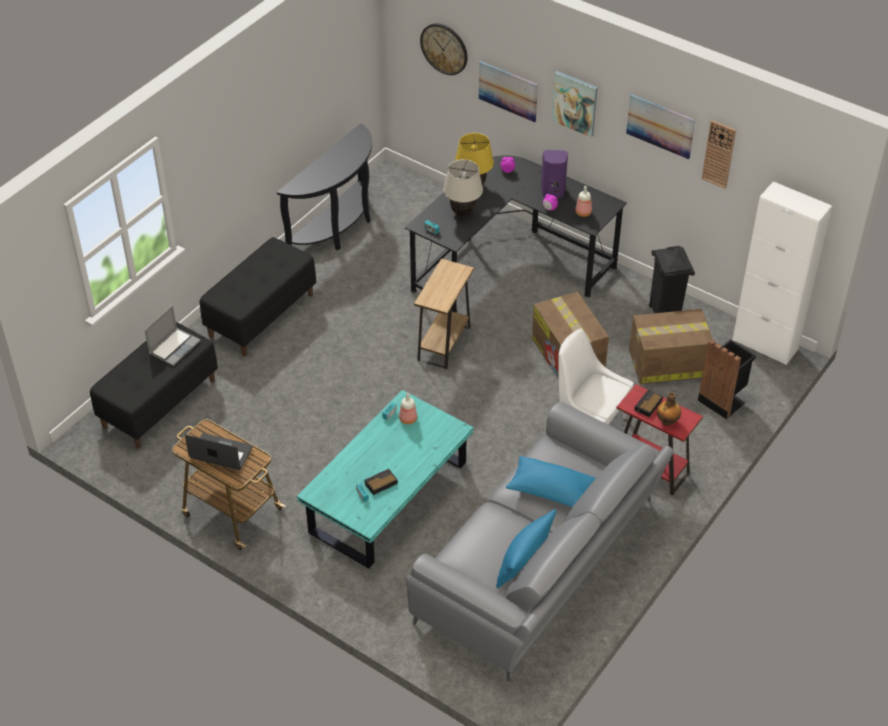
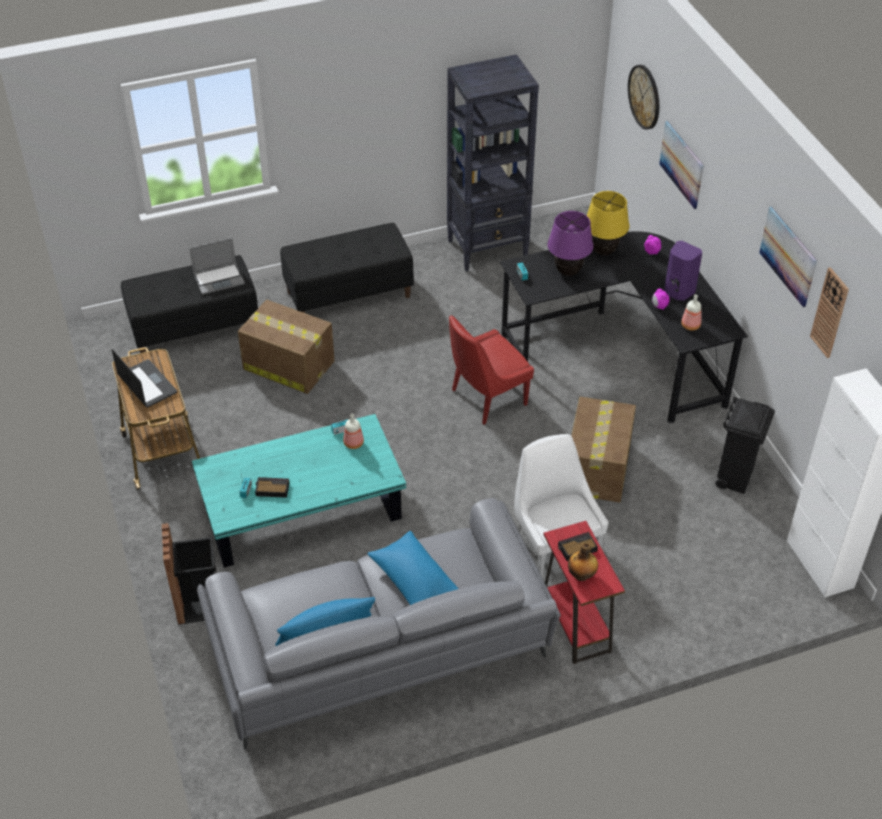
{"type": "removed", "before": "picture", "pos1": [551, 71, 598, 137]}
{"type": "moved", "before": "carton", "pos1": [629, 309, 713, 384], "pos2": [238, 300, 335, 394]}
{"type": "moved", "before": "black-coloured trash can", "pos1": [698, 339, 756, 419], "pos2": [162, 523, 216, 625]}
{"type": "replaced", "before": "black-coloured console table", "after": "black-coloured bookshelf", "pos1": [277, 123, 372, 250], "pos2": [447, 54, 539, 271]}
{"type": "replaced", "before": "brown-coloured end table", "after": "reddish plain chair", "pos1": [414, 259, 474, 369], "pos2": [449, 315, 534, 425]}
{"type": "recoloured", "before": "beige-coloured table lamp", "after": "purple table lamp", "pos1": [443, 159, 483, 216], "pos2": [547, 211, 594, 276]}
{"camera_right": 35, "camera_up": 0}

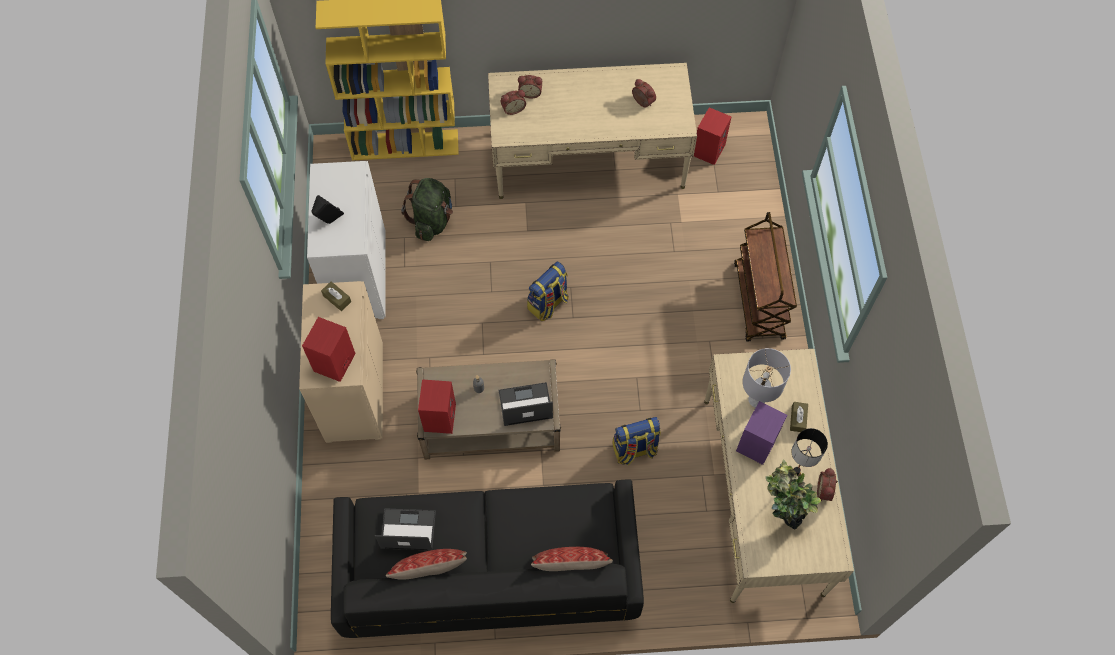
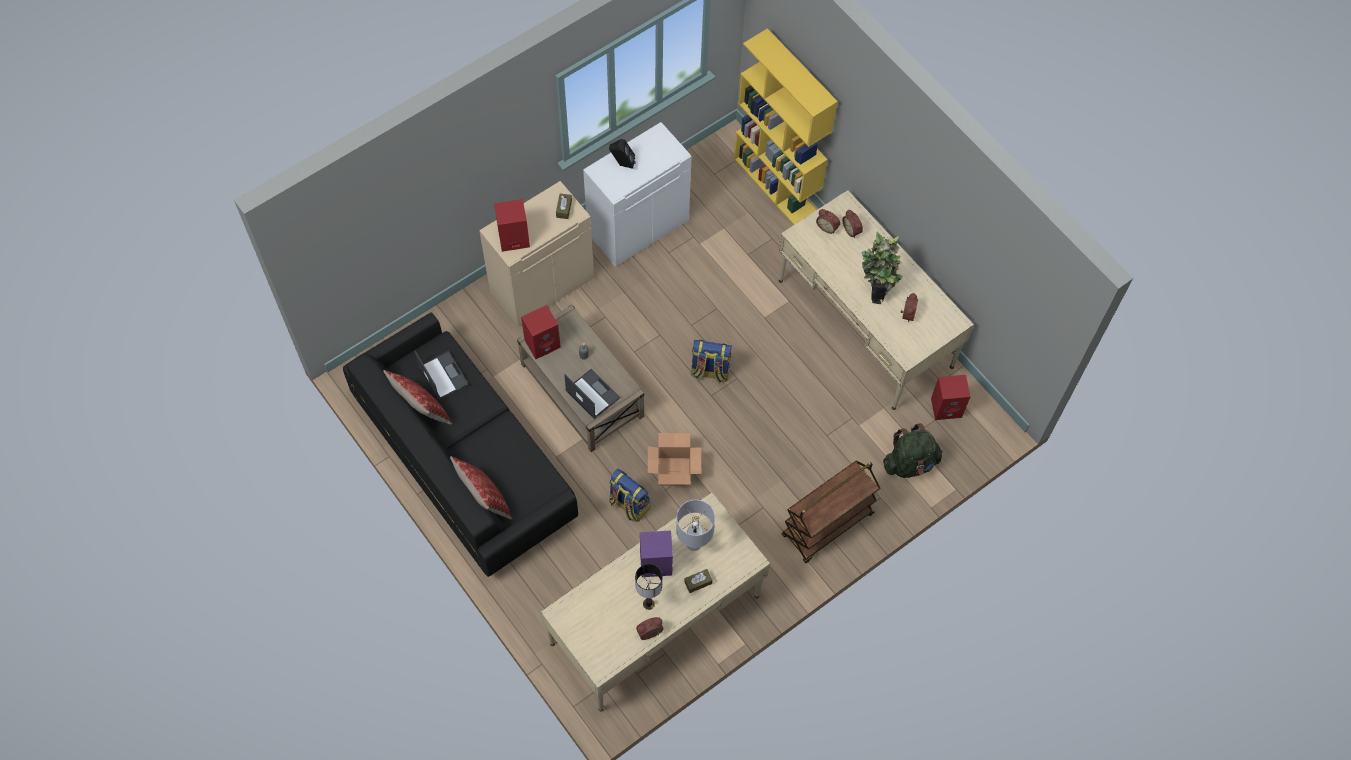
{"type": "added", "after": "carton", "pos2": [648, 433, 701, 486]}
{"type": "moved", "before": "green-coloured backpack", "pos1": [401, 178, 453, 241], "pos2": [883, 423, 943, 478]}
{"type": "moved", "before": "plant in a pot", "pos1": [765, 459, 821, 529], "pos2": [862, 232, 903, 304]}
{"camera_right": 55, "camera_up": 0}

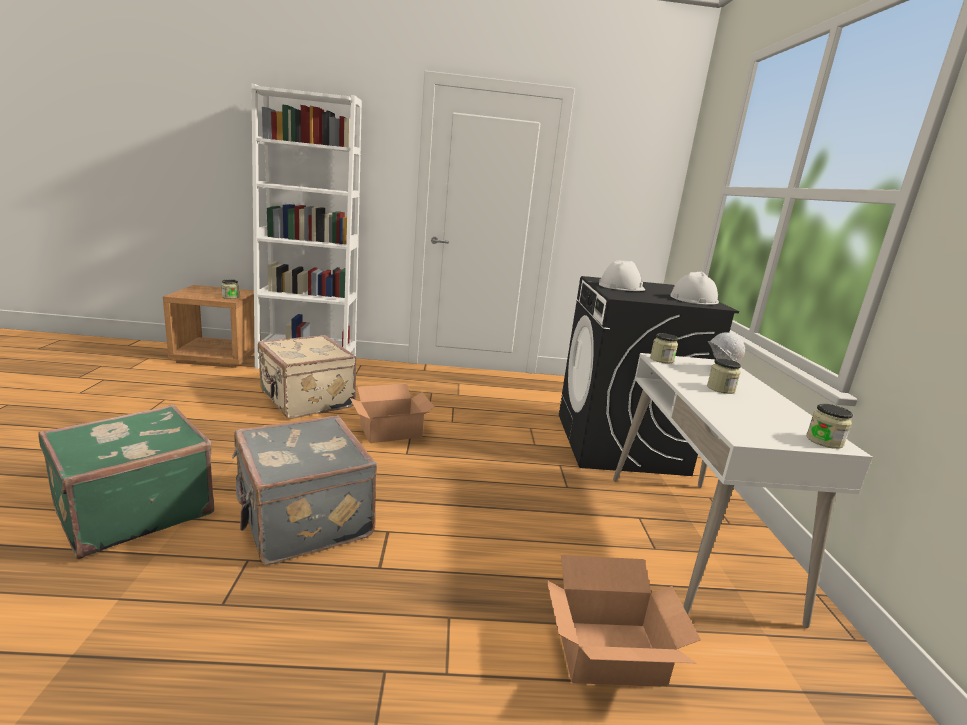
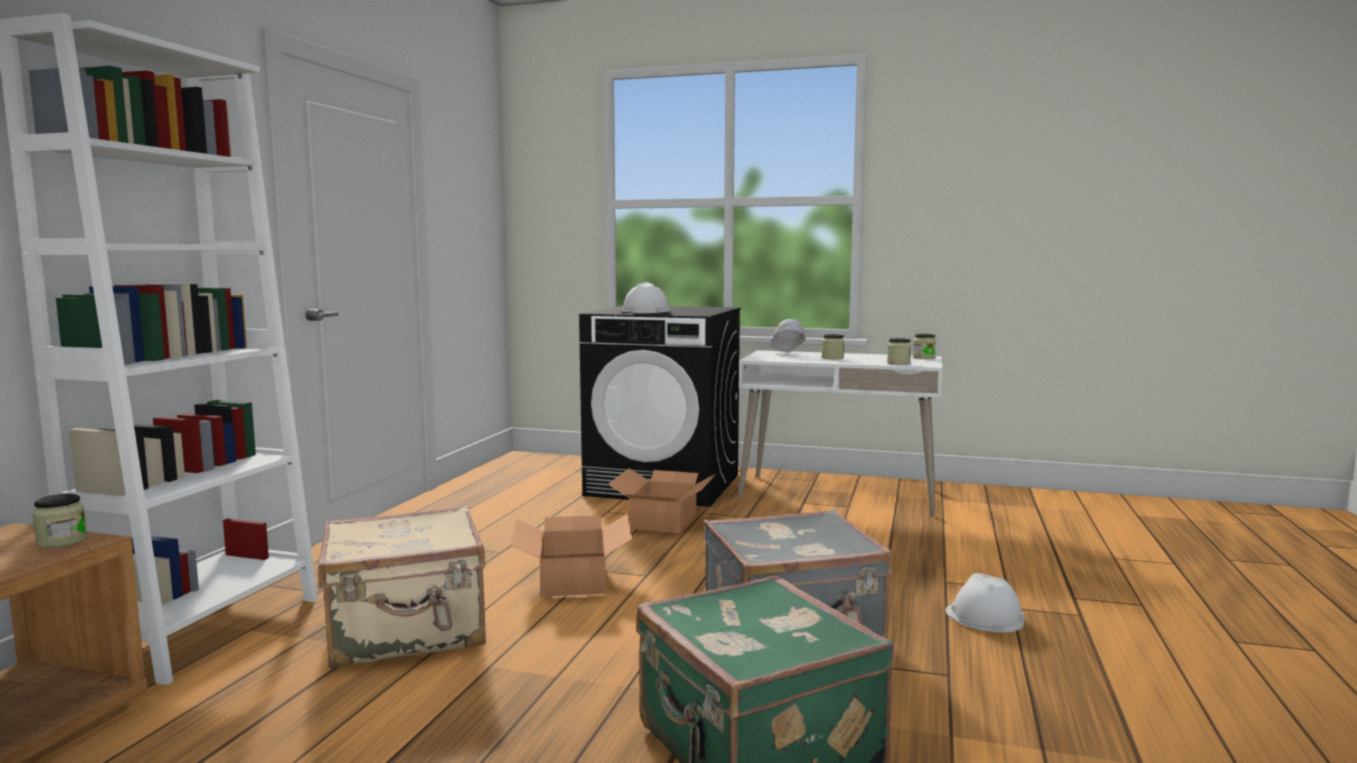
{"type": "moved", "before": "carton", "pos1": [547, 555, 701, 686], "pos2": [607, 468, 717, 533]}
{"type": "moved", "before": "jar", "pos1": [650, 333, 678, 364], "pos2": [887, 338, 911, 365]}
{"type": "moved", "before": "white-coloured work helmet", "pos1": [670, 272, 719, 305], "pos2": [945, 573, 1024, 633]}
{"camera_right": -70, "camera_up": -10}

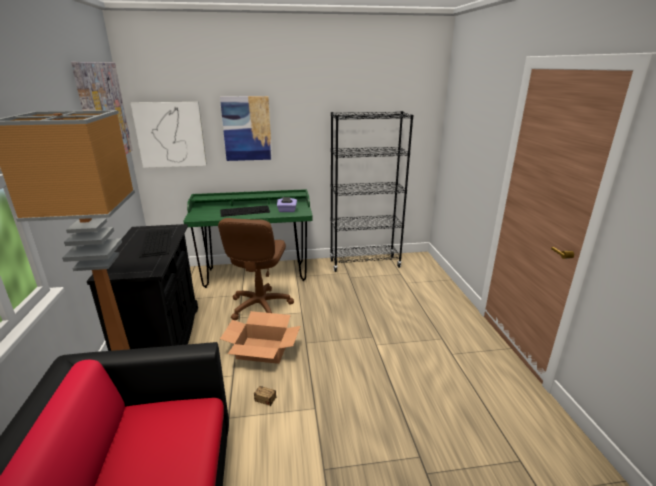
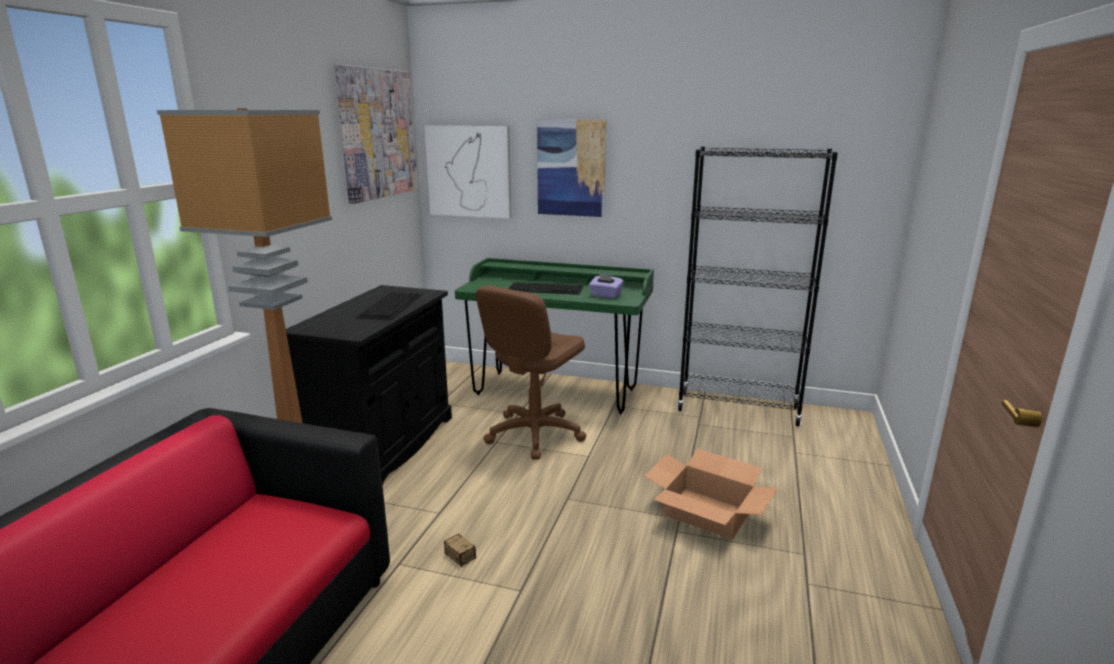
{"type": "moved", "before": "carton", "pos1": [220, 311, 300, 364], "pos2": [645, 449, 778, 540]}
{"camera_right": 25, "camera_up": -5}

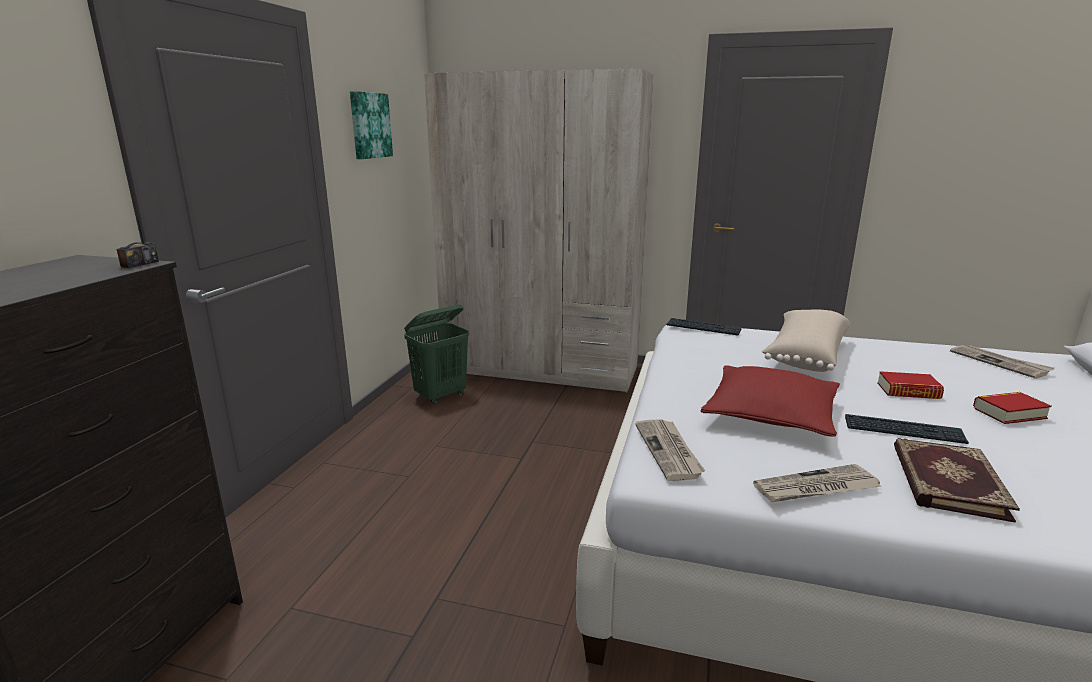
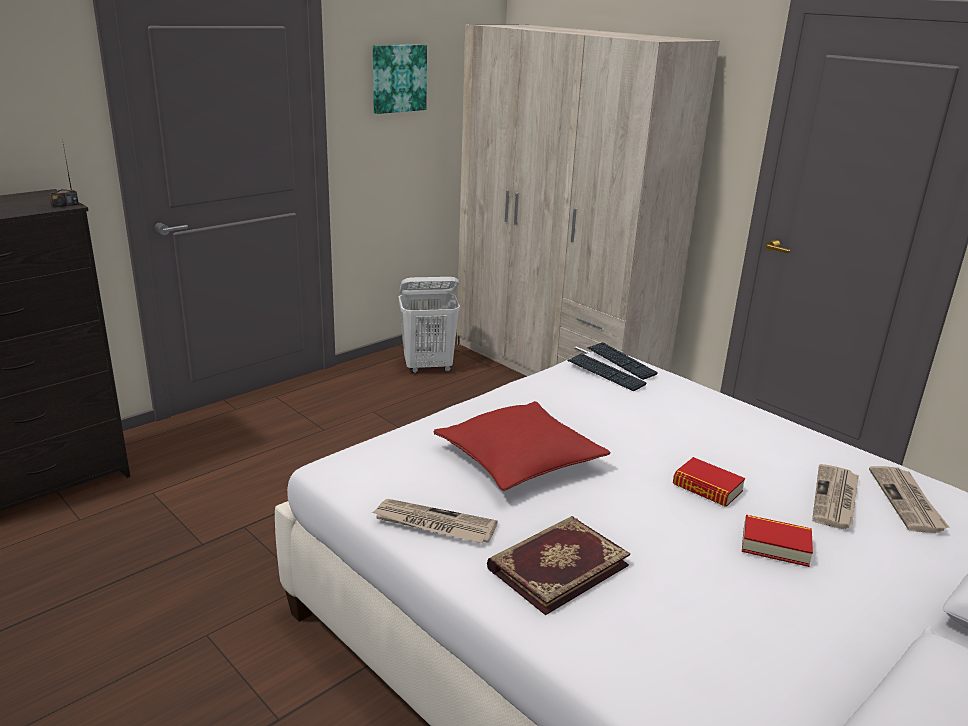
{"type": "removed", "before": "beige-coloured pillow", "pos1": [762, 310, 851, 372]}
{"type": "moved", "before": "daily paper", "pos1": [635, 419, 705, 481], "pos2": [812, 464, 859, 529]}
{"type": "moved", "before": "computer keyboard", "pos1": [845, 414, 969, 444], "pos2": [568, 353, 647, 391]}
{"type": "recoloured", "before": "green-coloured washing basket", "after": "white-coloured washing basket", "pos1": [404, 305, 469, 404], "pos2": [398, 277, 460, 373]}
{"camera_right": 30, "camera_up": 5}

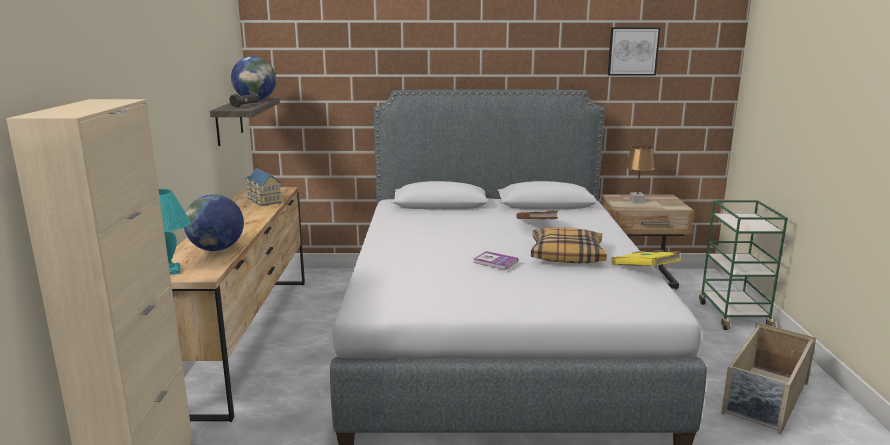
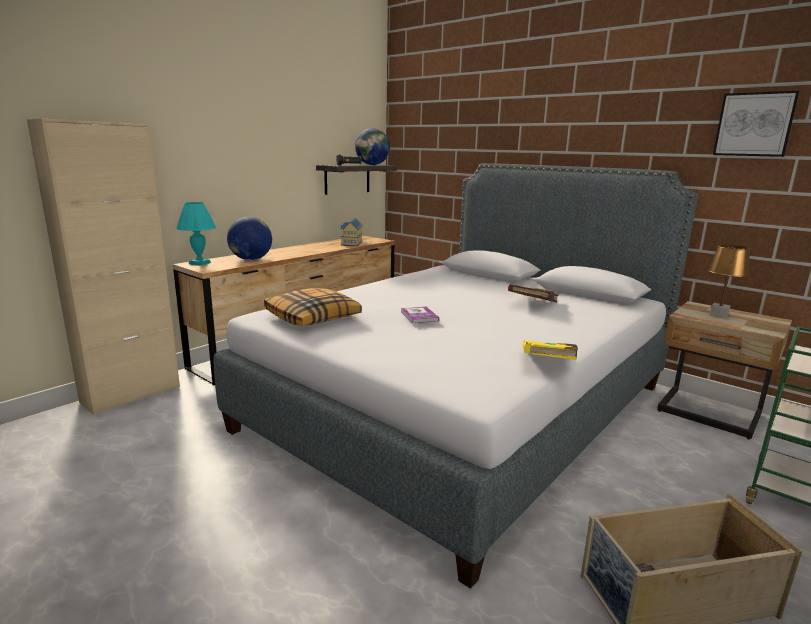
{"type": "moved", "before": "pillow", "pos1": [531, 227, 607, 263], "pos2": [264, 288, 362, 326]}
{"camera_right": 40, "camera_up": 0}

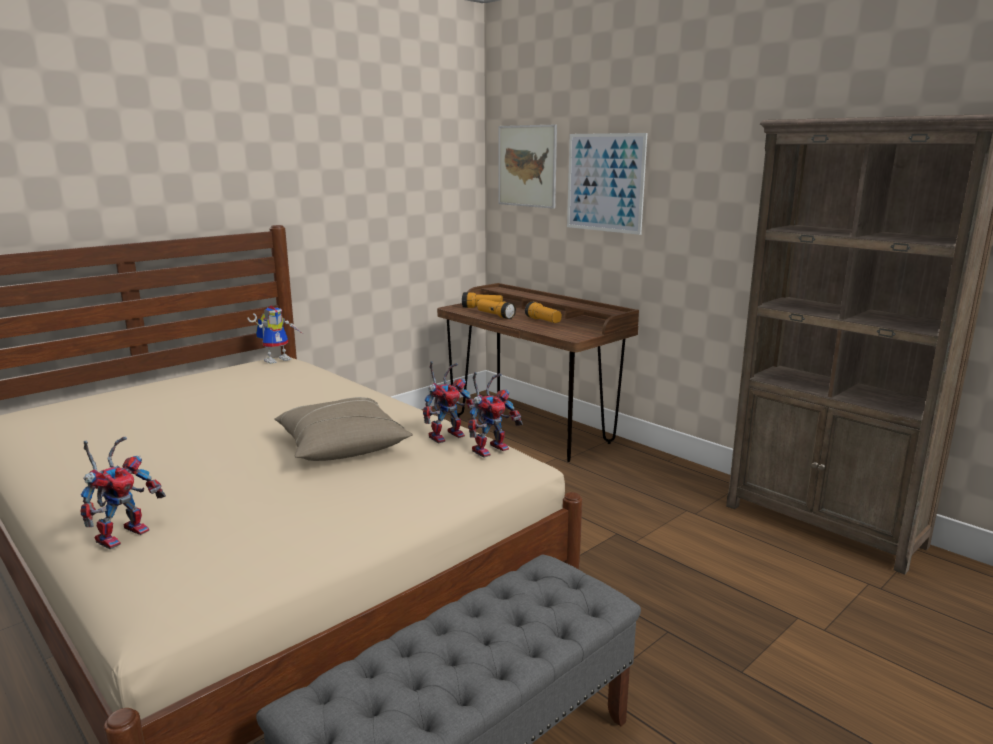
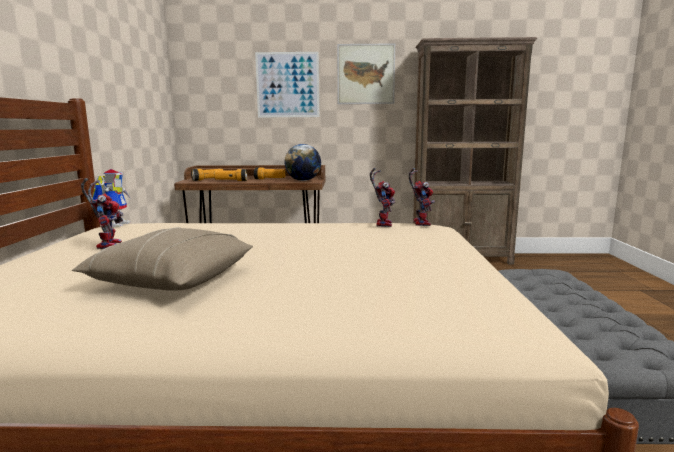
{"type": "added", "after": "desk globe", "pos2": [285, 144, 321, 181]}
{"type": "moved", "before": "robot figure", "pos1": [81, 436, 166, 550], "pos2": [81, 178, 123, 249]}
{"type": "moved", "before": "beige-coloured pillow", "pos1": [275, 397, 413, 461], "pos2": [72, 227, 253, 291]}
{"type": "moved", "before": "picture", "pos1": [499, 125, 557, 209], "pos2": [337, 43, 395, 104]}
{"camera_right": -45, "camera_up": -5}

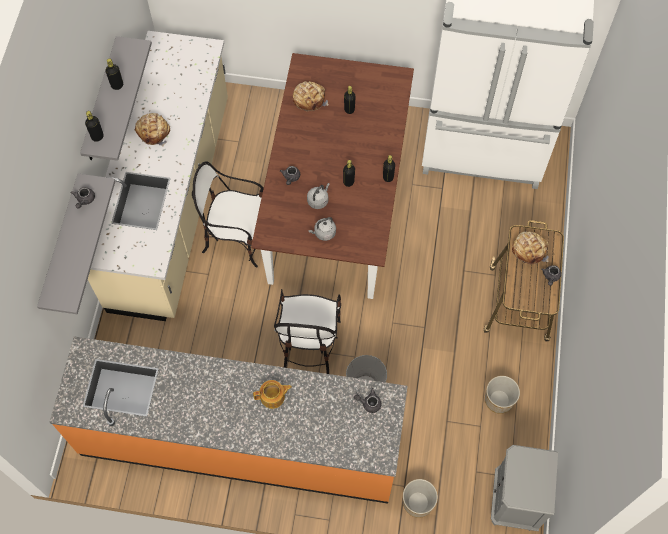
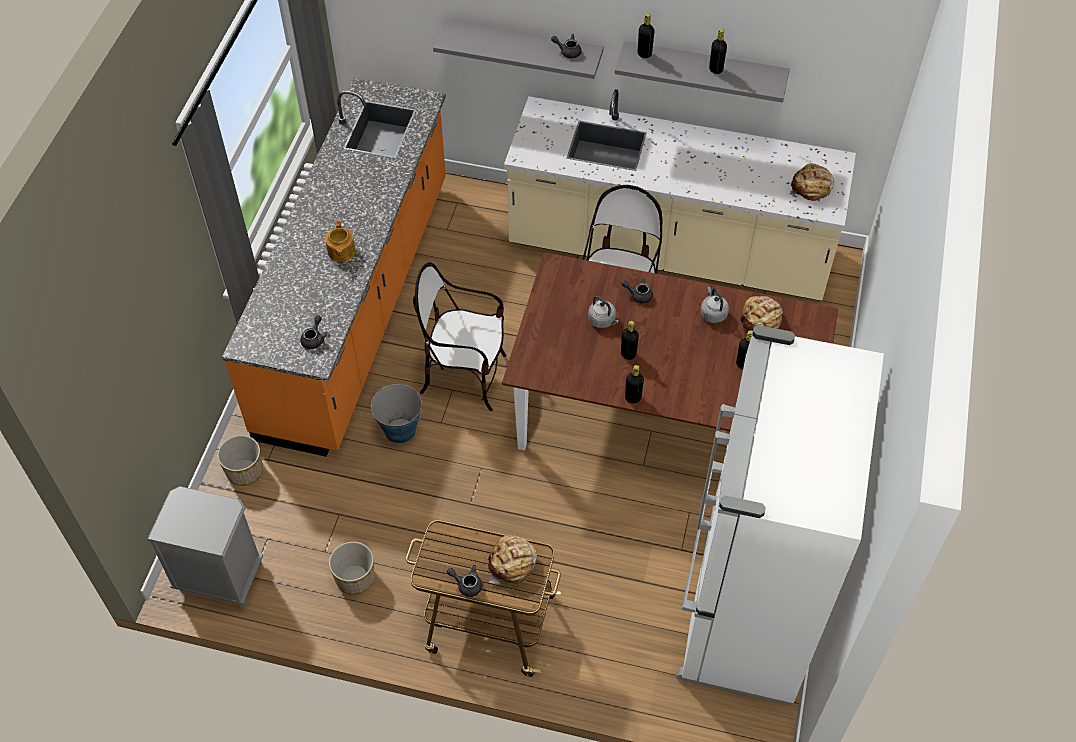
{"type": "moved", "before": "bakery bread", "pos1": [135, 113, 170, 146], "pos2": [789, 163, 834, 202]}
{"type": "moved", "before": "greyish kettle", "pos1": [308, 217, 336, 241], "pos2": [701, 286, 729, 323]}
{"camera_right": 95, "camera_up": -10}

